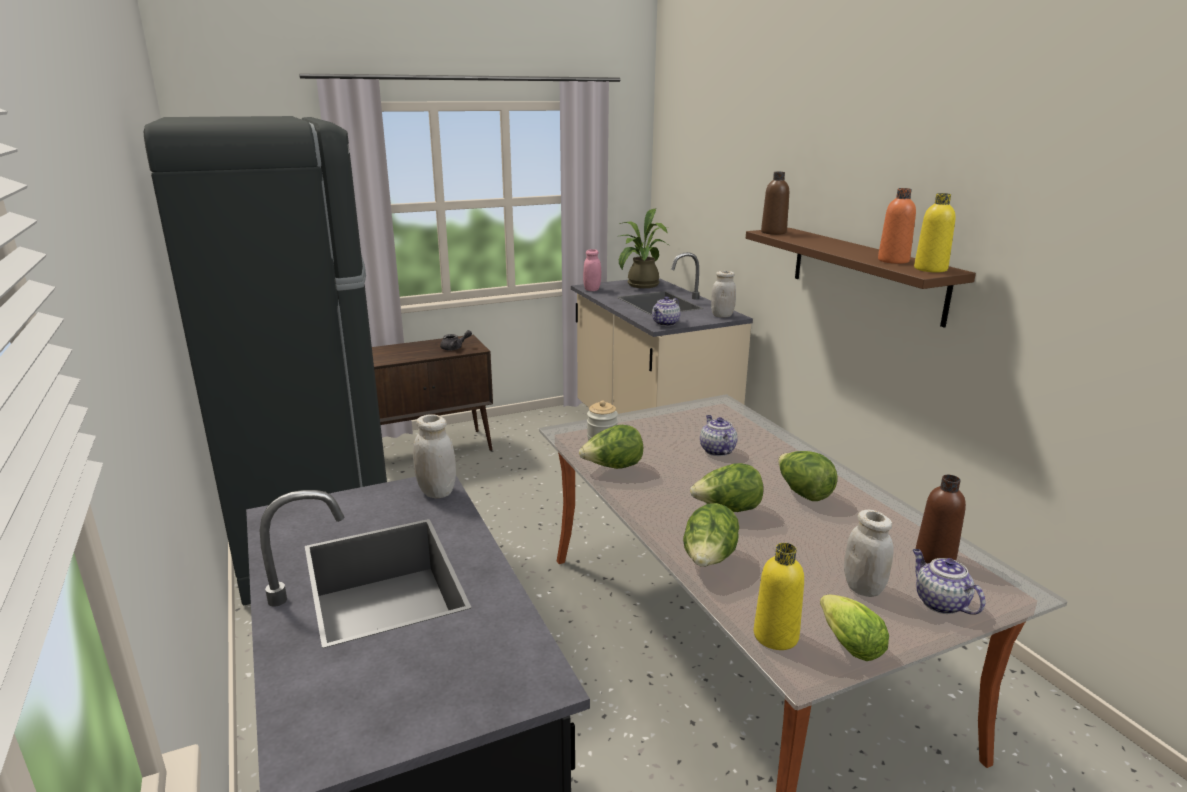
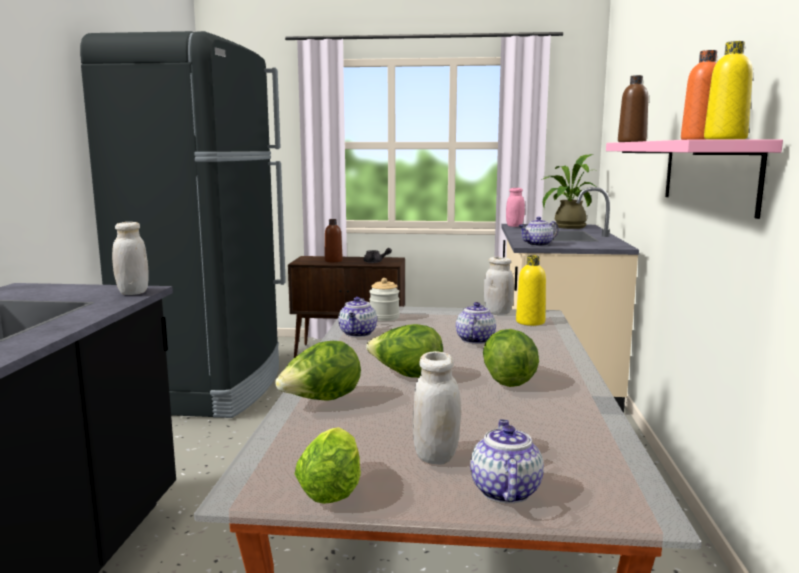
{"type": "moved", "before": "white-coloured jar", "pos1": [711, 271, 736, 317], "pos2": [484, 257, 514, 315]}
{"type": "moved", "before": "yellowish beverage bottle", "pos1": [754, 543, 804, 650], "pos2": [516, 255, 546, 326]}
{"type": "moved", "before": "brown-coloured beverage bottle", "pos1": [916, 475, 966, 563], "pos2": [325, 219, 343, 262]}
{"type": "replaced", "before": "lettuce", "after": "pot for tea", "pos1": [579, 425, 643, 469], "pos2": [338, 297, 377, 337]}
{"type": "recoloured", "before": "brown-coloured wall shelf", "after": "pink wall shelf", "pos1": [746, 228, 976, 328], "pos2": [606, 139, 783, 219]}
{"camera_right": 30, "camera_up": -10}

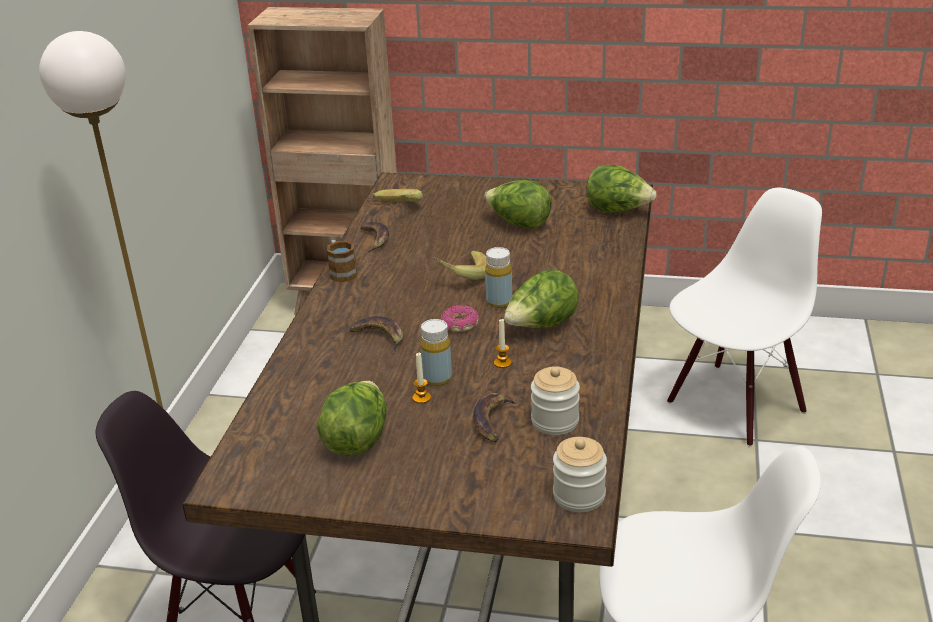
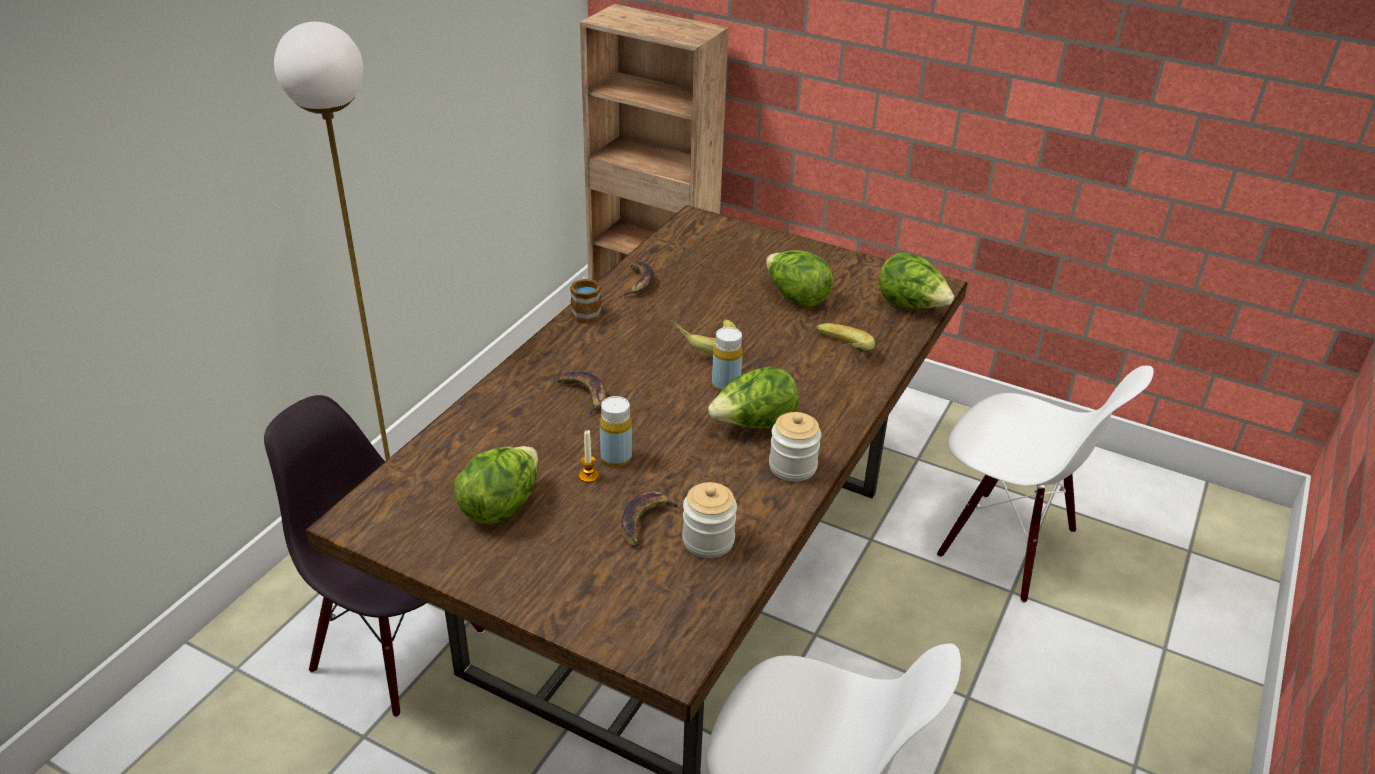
{"type": "removed", "before": "doughnut", "pos1": [441, 305, 479, 332]}
{"type": "removed", "before": "wax light", "pos1": [494, 318, 512, 368]}
{"type": "moved", "before": "banana fruit", "pos1": [373, 189, 423, 202], "pos2": [816, 323, 875, 351]}
{"type": "moved", "before": "jar", "pos1": [553, 437, 607, 512], "pos2": [769, 412, 821, 482]}
{"type": "turned", "before": "white-coloured plain chair", "pos1": [667, 188, 822, 447], "pos2": [937, 366, 1154, 603], "turn": 60}
{"camera_right": 15, "camera_up": 5}

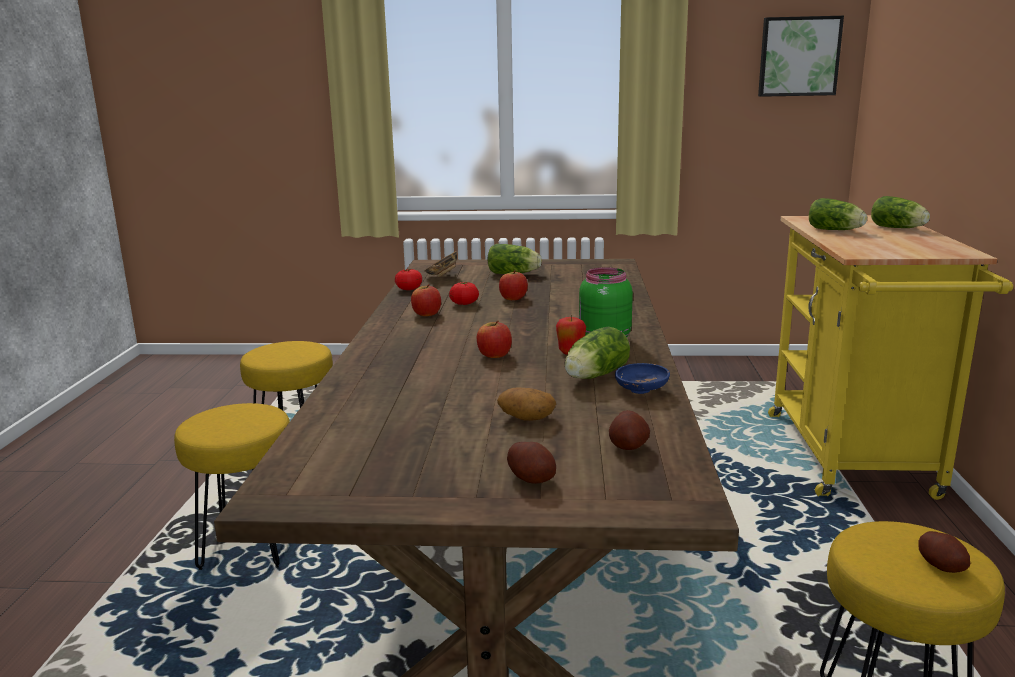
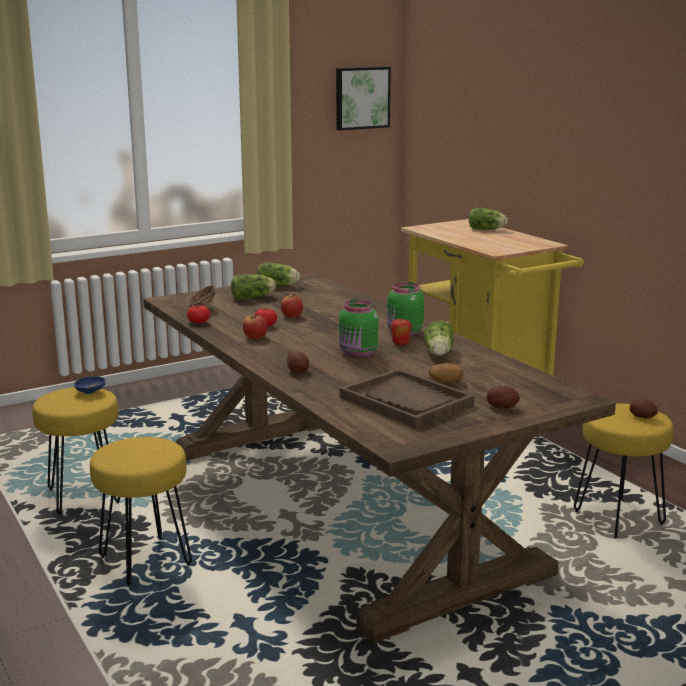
{"type": "added", "after": "brown-coloured carrying tray", "pos2": [340, 369, 474, 428]}
{"type": "moved", "before": "whole potato", "pos1": [609, 410, 650, 450], "pos2": [287, 352, 309, 373]}
{"type": "moved", "before": "bluish serving bowl", "pos1": [615, 363, 670, 394], "pos2": [74, 376, 106, 394]}
{"type": "moved", "before": "lettuce", "pos1": [809, 198, 867, 230], "pos2": [257, 262, 300, 286]}
{"type": "replaced", "before": "whole apple", "after": "green-coloured jar", "pos1": [477, 321, 512, 358], "pos2": [339, 300, 378, 358]}
{"camera_right": -35, "camera_up": 0}

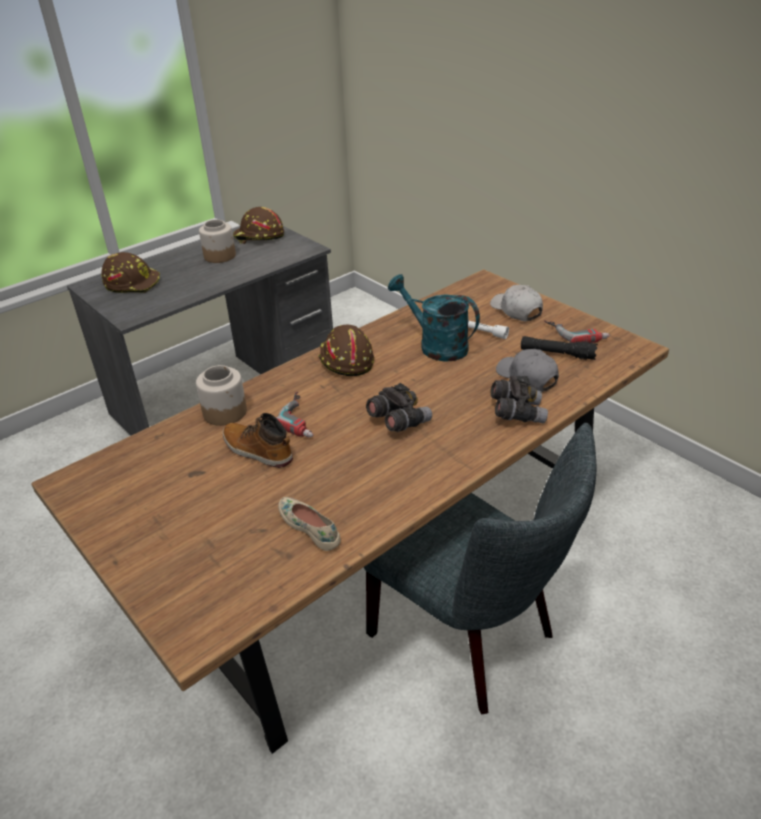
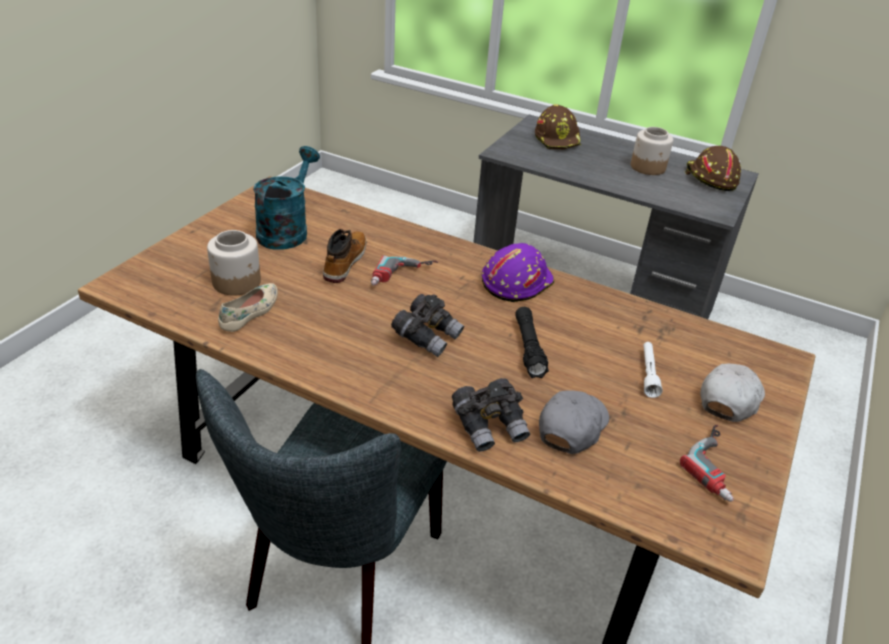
{"type": "moved", "before": "jar", "pos1": [196, 365, 247, 426], "pos2": [207, 230, 261, 296]}
{"type": "moved", "before": "blue-green watering can", "pos1": [388, 274, 480, 362], "pos2": [253, 146, 320, 250]}
{"type": "moved", "before": "black-coloured flashlight", "pos1": [521, 336, 598, 360], "pos2": [515, 307, 549, 378]}
{"type": "recoloured", "before": "brown-coloured work helmet", "after": "purple work helmet", "pos1": [318, 325, 374, 376], "pos2": [482, 243, 554, 302]}
{"camera_right": 65, "camera_up": 0}

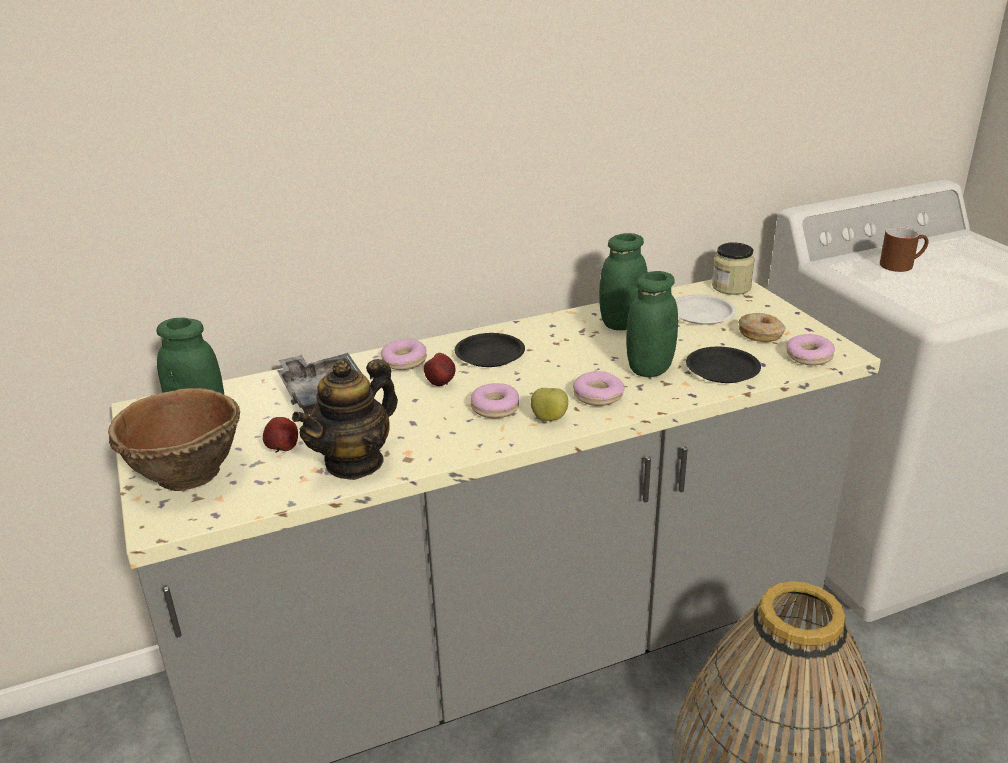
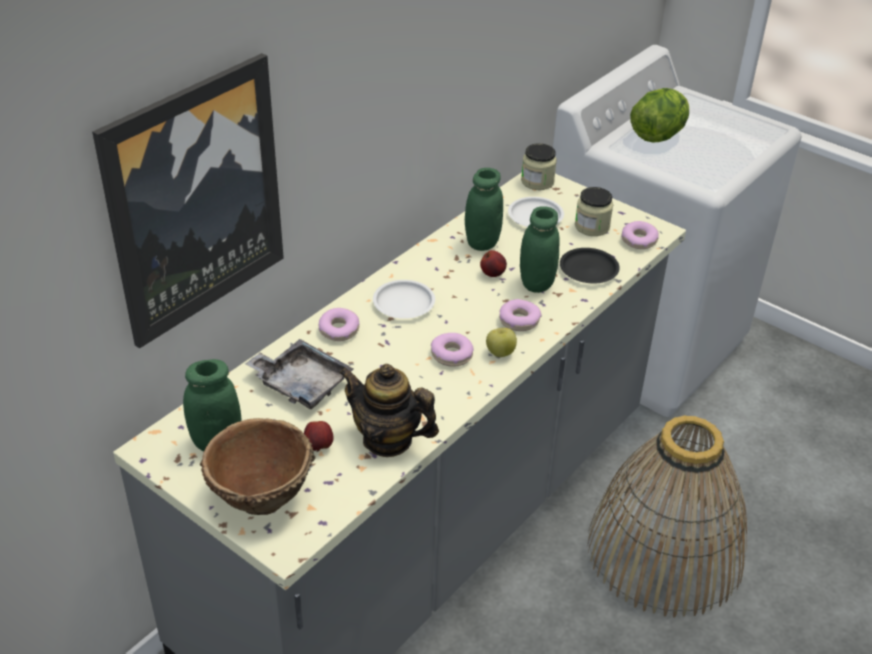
{"type": "added", "after": "picture", "pos2": [92, 53, 284, 348]}
{"type": "moved", "before": "whole apple", "pos1": [424, 353, 456, 386], "pos2": [480, 250, 507, 277]}
{"type": "replaced", "before": "doughnut", "after": "jar", "pos1": [738, 313, 785, 342], "pos2": [575, 187, 613, 236]}
{"type": "replaced", "before": "brown-coloured tea mug", "after": "lettuce", "pos1": [880, 227, 929, 272], "pos2": [630, 88, 689, 142]}
{"type": "recoloured", "before": "black-coloured plate", "after": "white-coloured plate", "pos1": [455, 333, 525, 367], "pos2": [373, 280, 435, 319]}
{"type": "turned", "before": "pot for tea", "pos1": [292, 359, 398, 480], "pos2": [339, 364, 439, 457], "turn": 105}
{"camera_right": -30, "camera_up": 10}

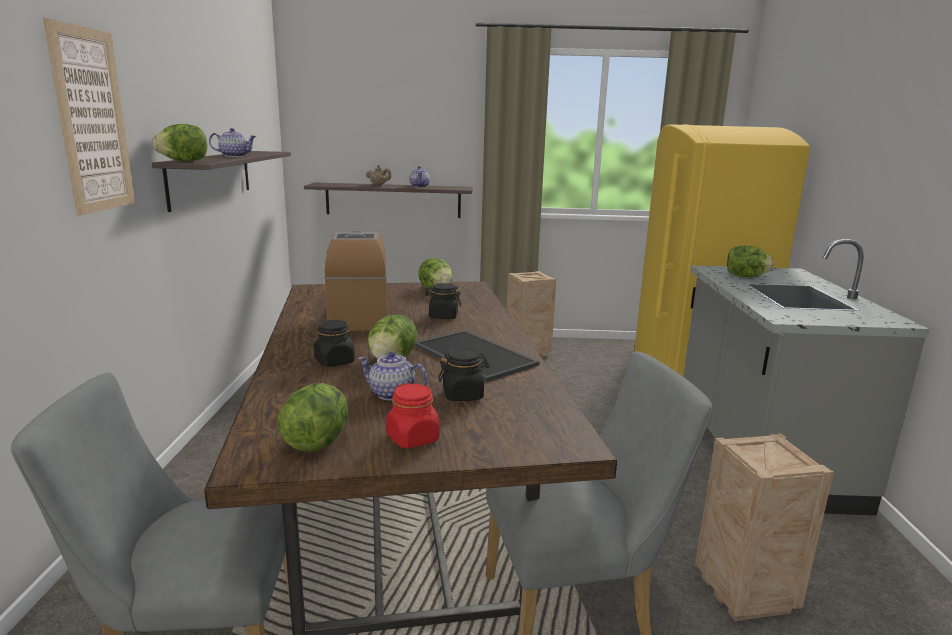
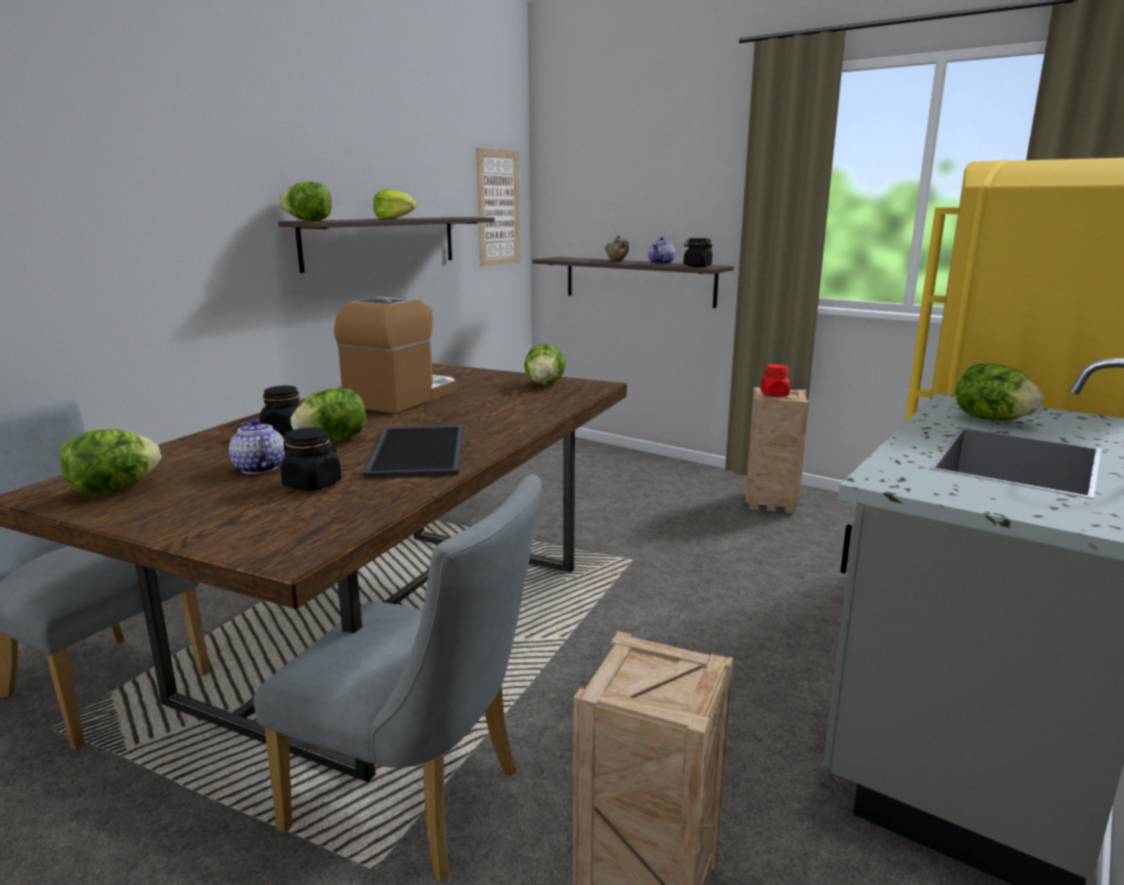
{"type": "moved", "before": "picture", "pos1": [43, 18, 135, 216], "pos2": [476, 148, 521, 267]}
{"type": "moved", "before": "reddish jar", "pos1": [386, 383, 440, 448], "pos2": [761, 364, 790, 397]}
{"type": "moved", "before": "black-coloured jar", "pos1": [425, 283, 461, 319], "pos2": [683, 238, 713, 267]}
{"type": "replaced", "before": "pot for tea", "after": "lettuce", "pos1": [209, 128, 257, 157], "pos2": [373, 189, 417, 219]}
{"camera_right": 35, "camera_up": 0}

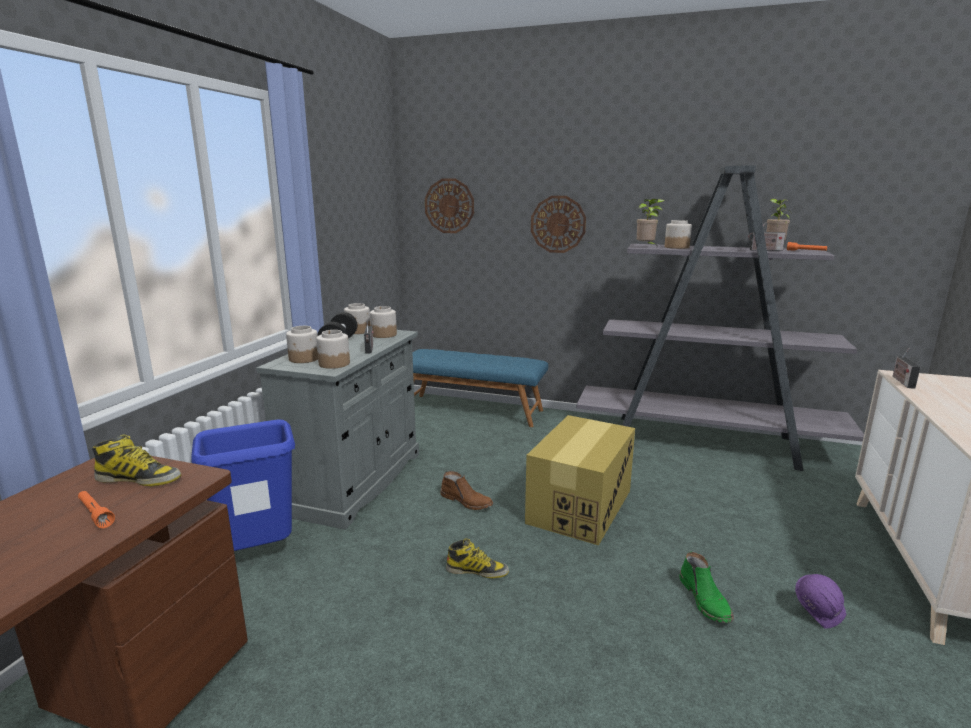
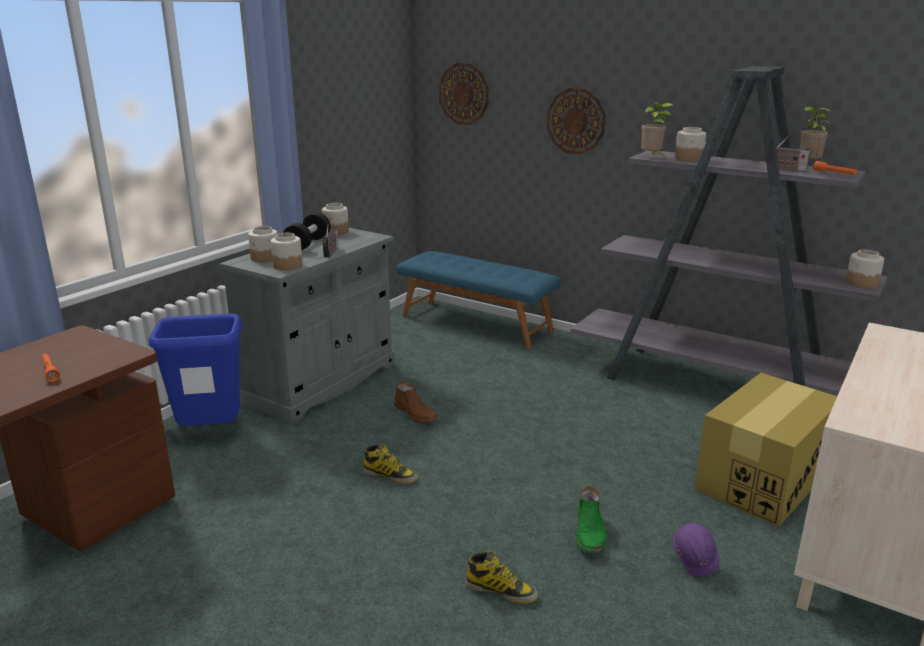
{"type": "removed", "before": "radio set", "pos1": [893, 348, 920, 389]}
{"type": "moved", "before": "boot", "pos1": [92, 434, 181, 486], "pos2": [465, 551, 538, 603]}
{"type": "moved", "before": "jar", "pos1": [370, 306, 397, 338], "pos2": [846, 250, 884, 288]}
{"type": "moved", "before": "carton", "pos1": [525, 415, 635, 545], "pos2": [695, 373, 837, 526]}
{"camera_right": 15, "camera_up": 5}

